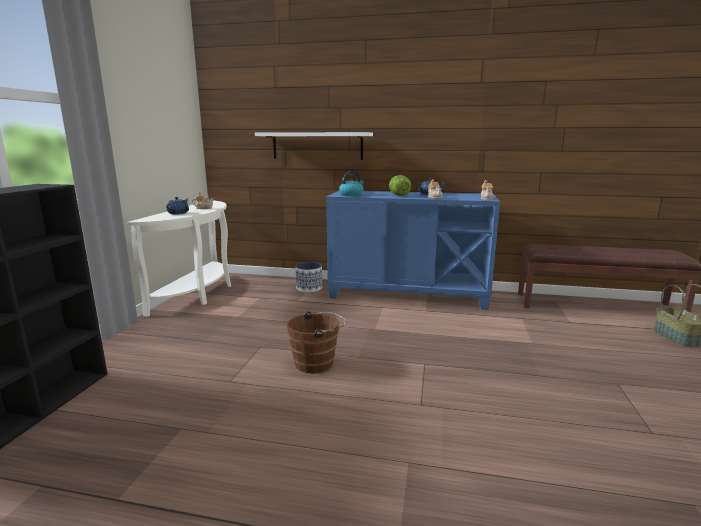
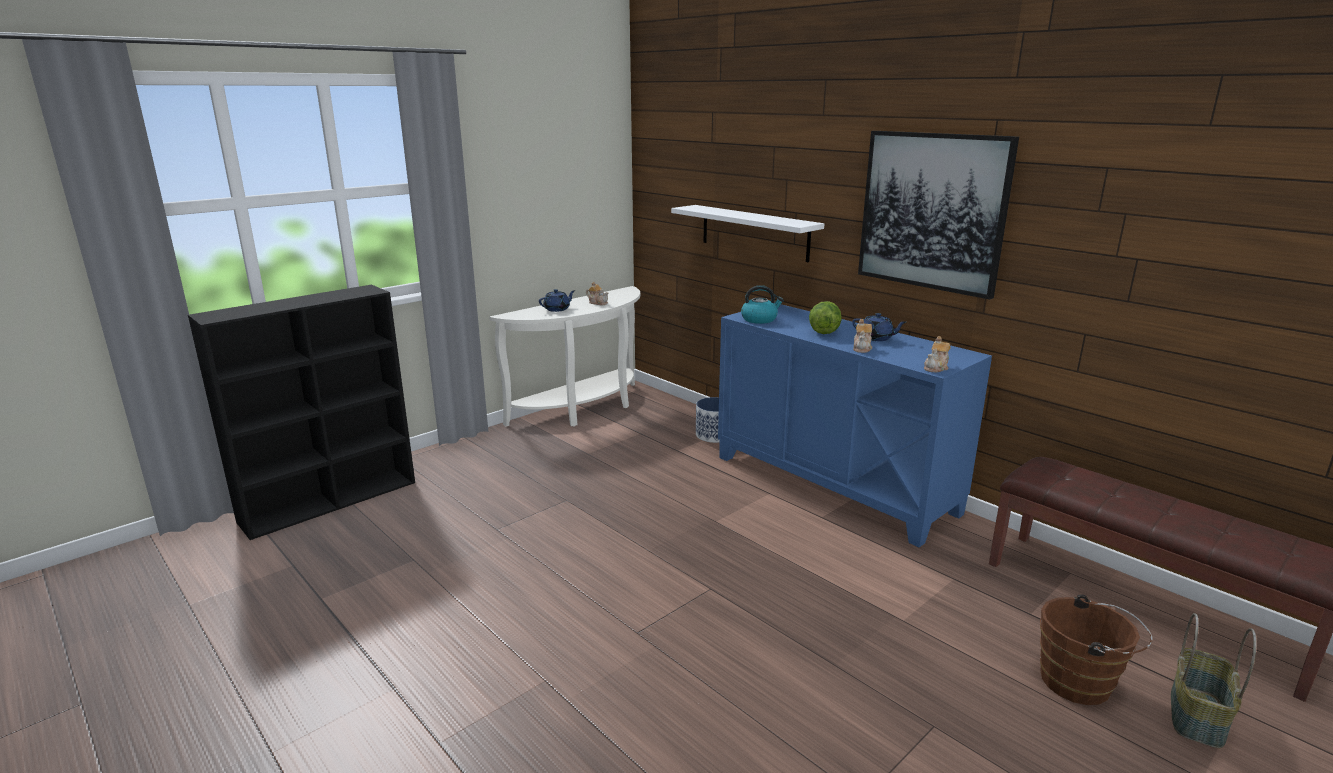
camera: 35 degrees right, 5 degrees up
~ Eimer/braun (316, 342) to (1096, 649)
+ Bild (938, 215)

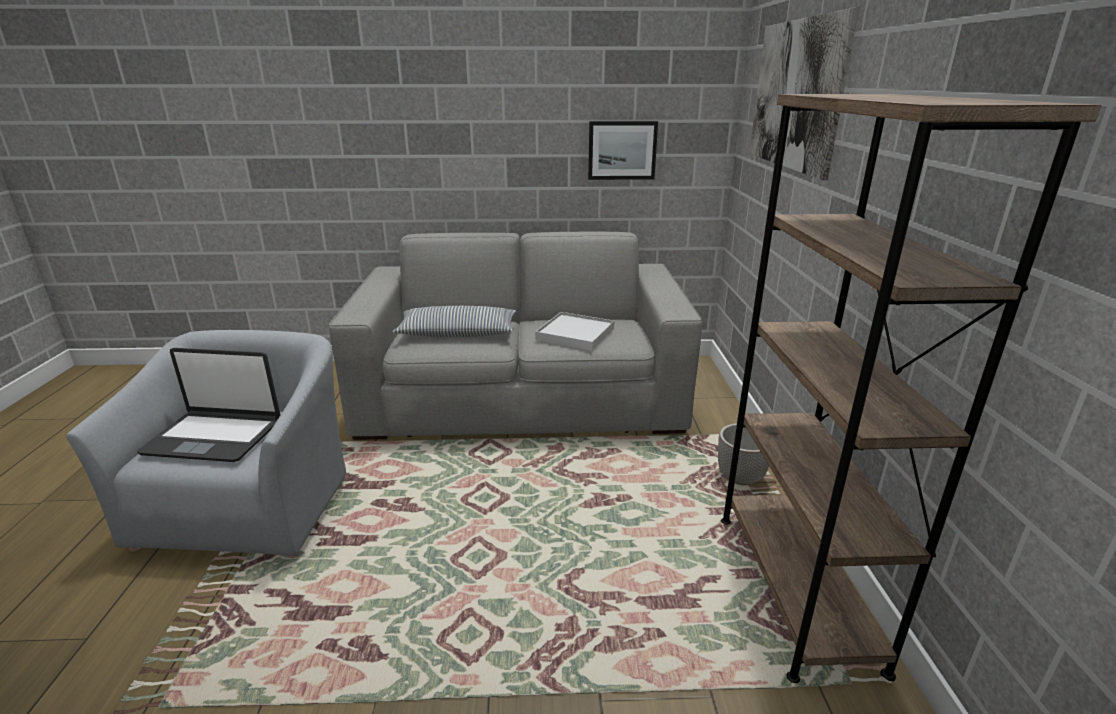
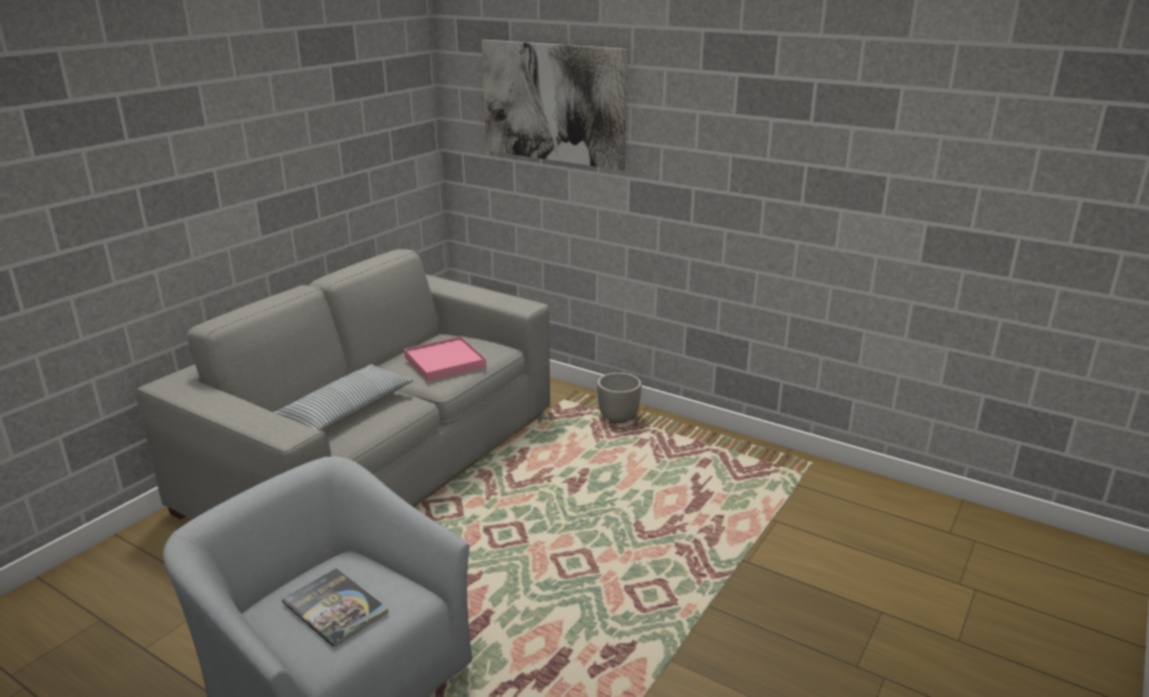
camera: 55 degrees left, 0 degrees up
- Bücherregal/braun (911, 388)
- Bild (623, 150)
~ Tablett/weiß (574, 331) to Tablett/rosa (445, 359)
~ Laptop (208, 405) to Buch (335, 608)

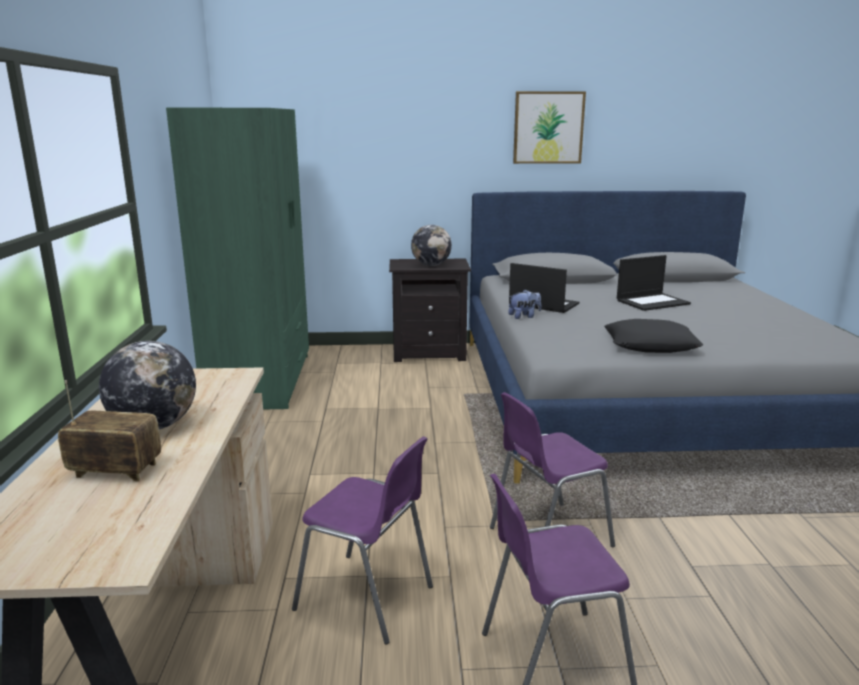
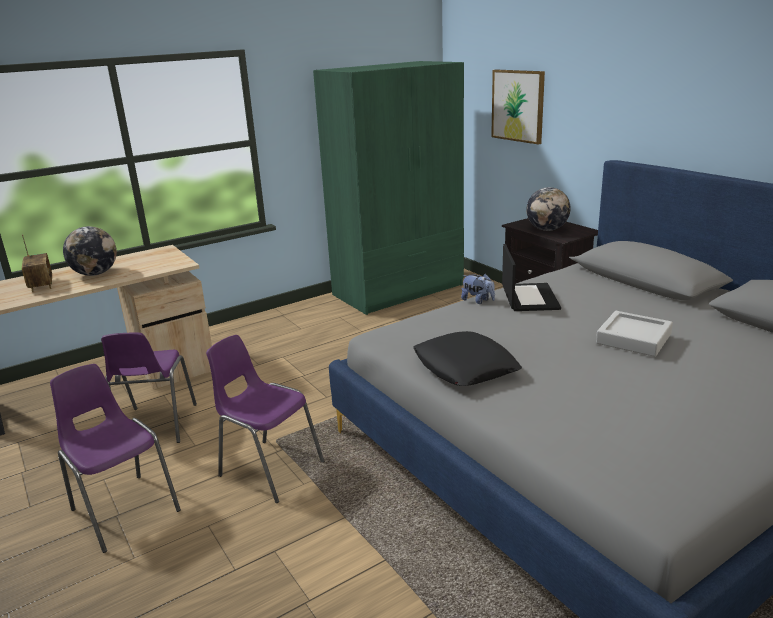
camera: 60 degrees right, 5 degrees up
~ Bild (549, 127) to (518, 107)
~ Laptop (654, 283) to Tablett/grau (634, 334)

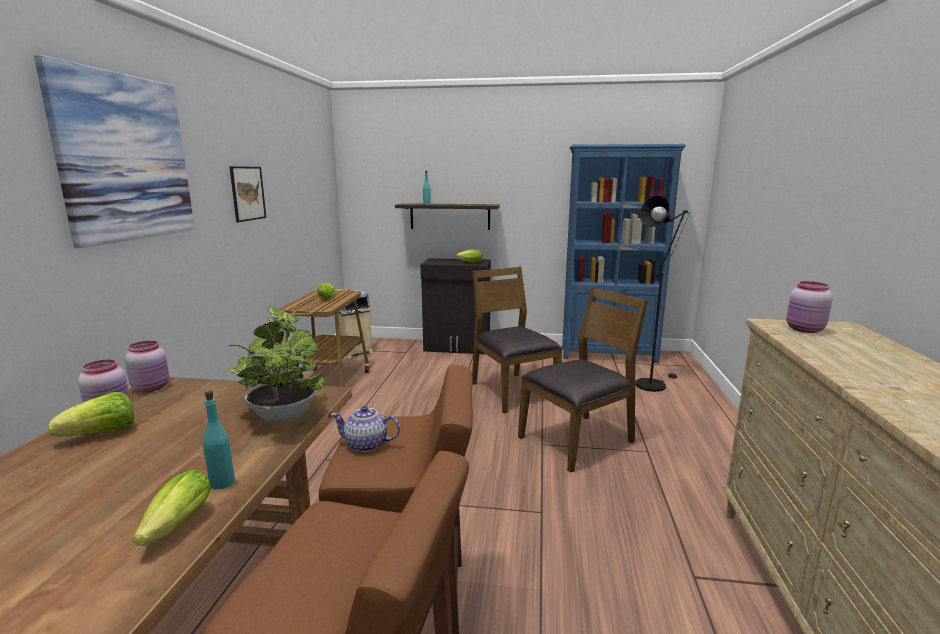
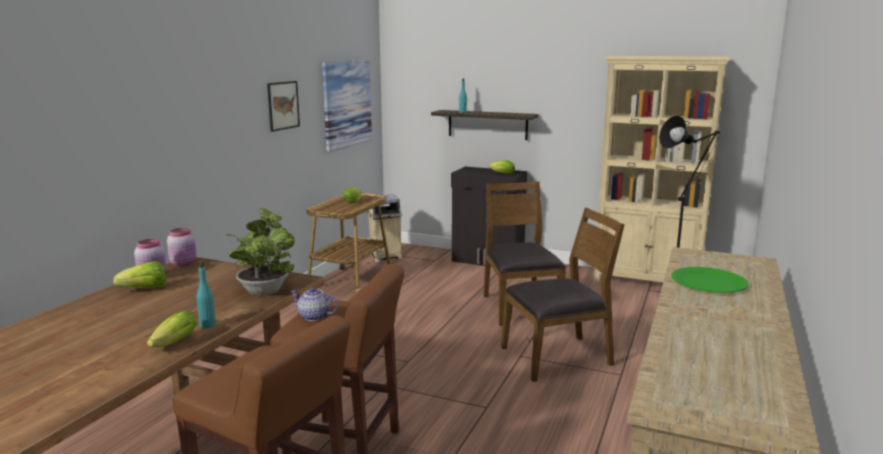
camera: 15 degrees right, 0 degrees up
~ Bild (114, 151) to (347, 106)
~ Bücherregal/blau (624, 253) to Bücherregal/beige (662, 169)
- Vorratsglas/rosa (809, 307)
+ Teller/grün (710, 280)

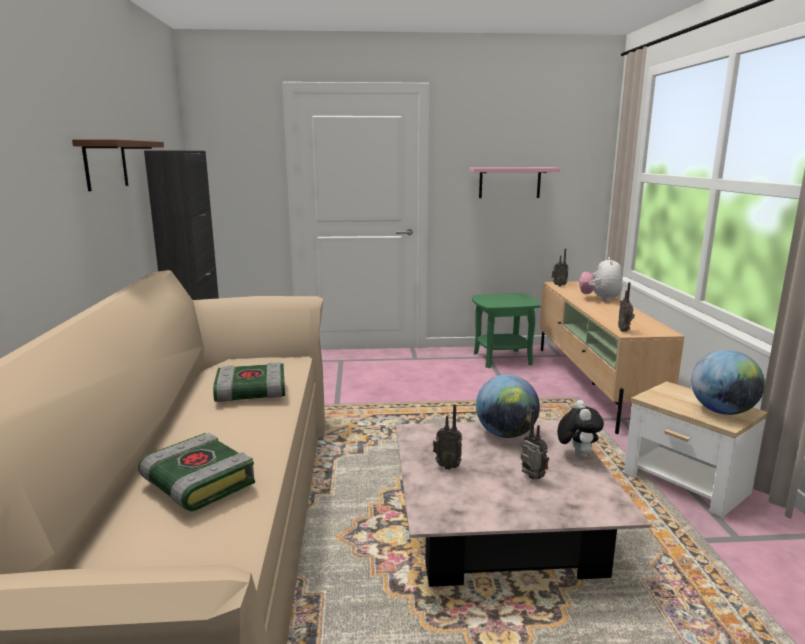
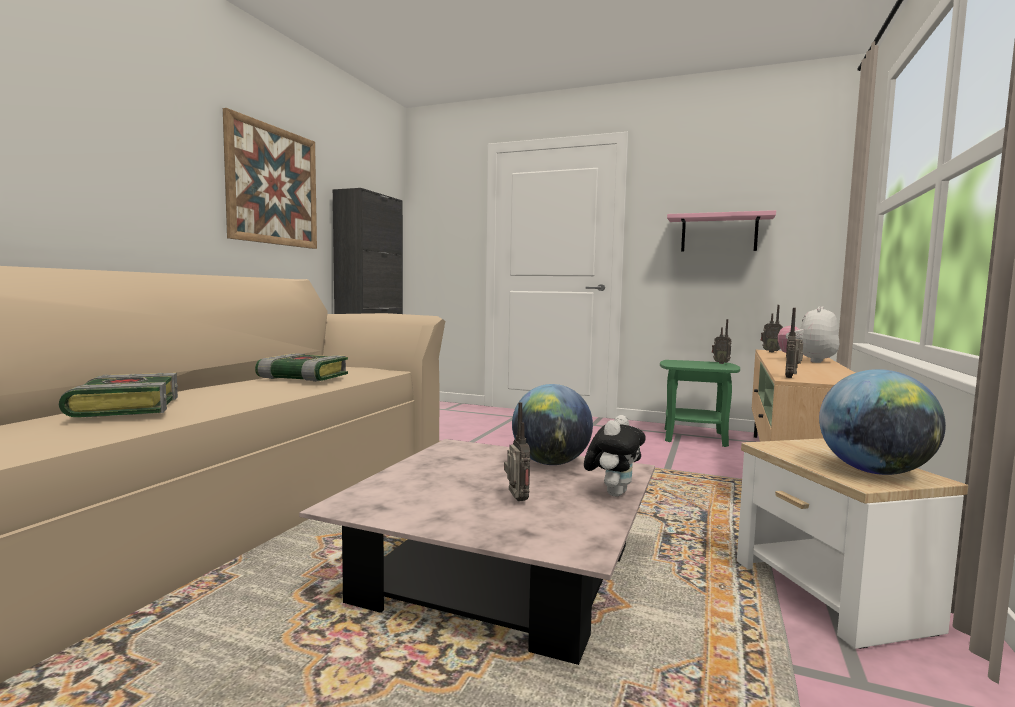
camera: 25 degrees right, 10 degrees down
~ Wandregal/braun (118, 165) to Bild (270, 178)
~ Radio (447, 437) to (722, 341)

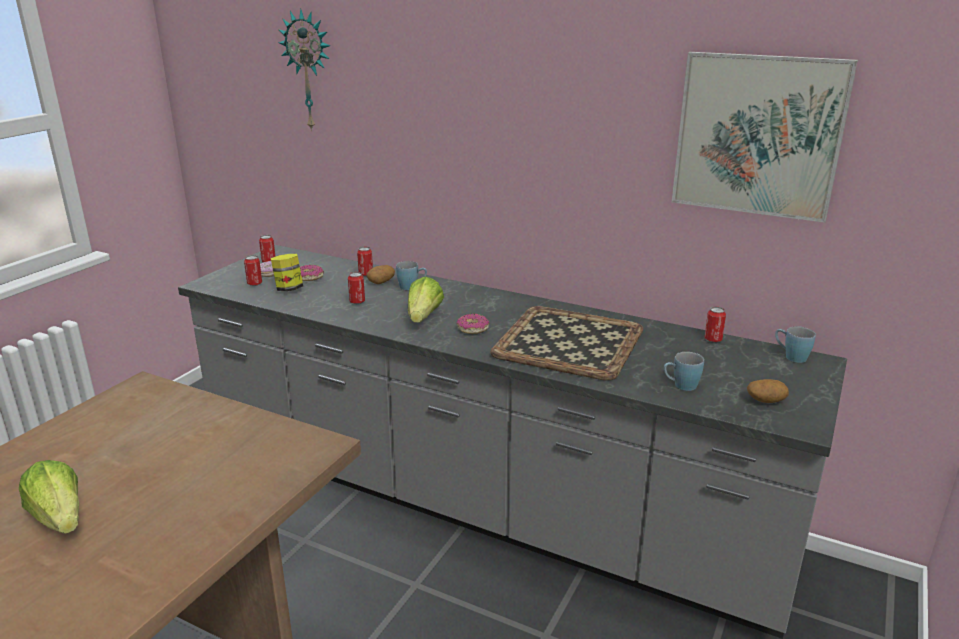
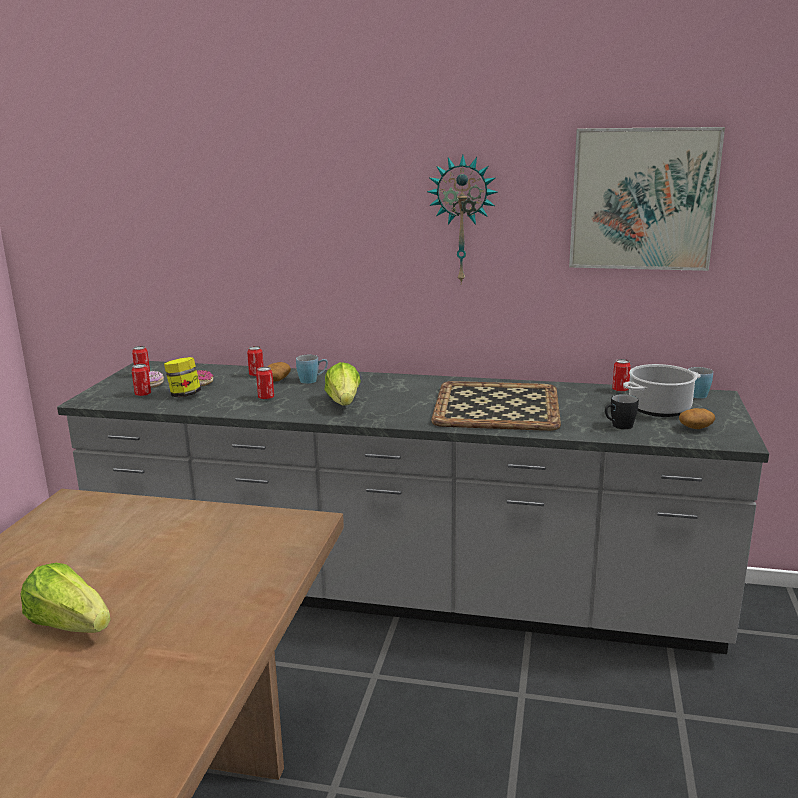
camera: 15 degrees left, 5 degrees down
~ Wanduhr (304, 70) to (462, 219)
- Donut (472, 324)
~ Henkelbecher/blau (684, 371) to Henkelbecher/schwarz (622, 411)
+ Kochtopf (661, 390)

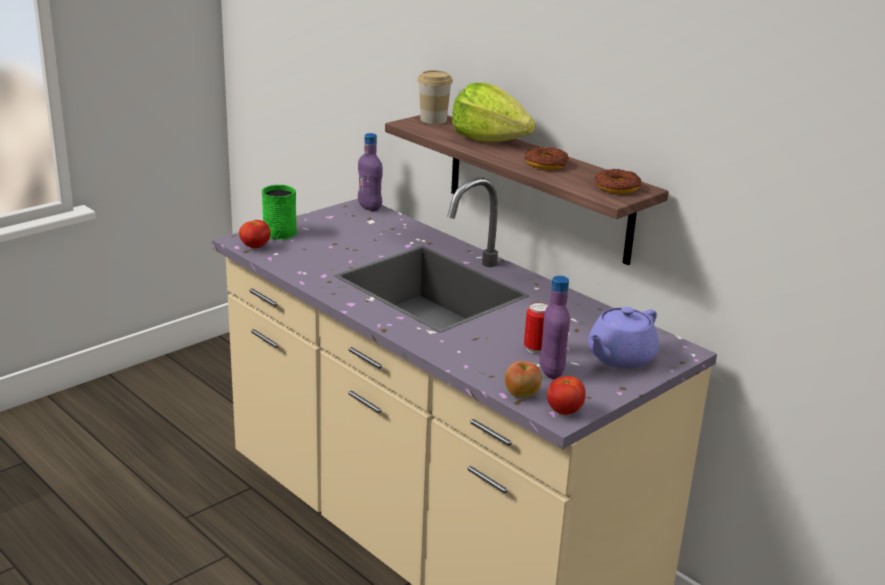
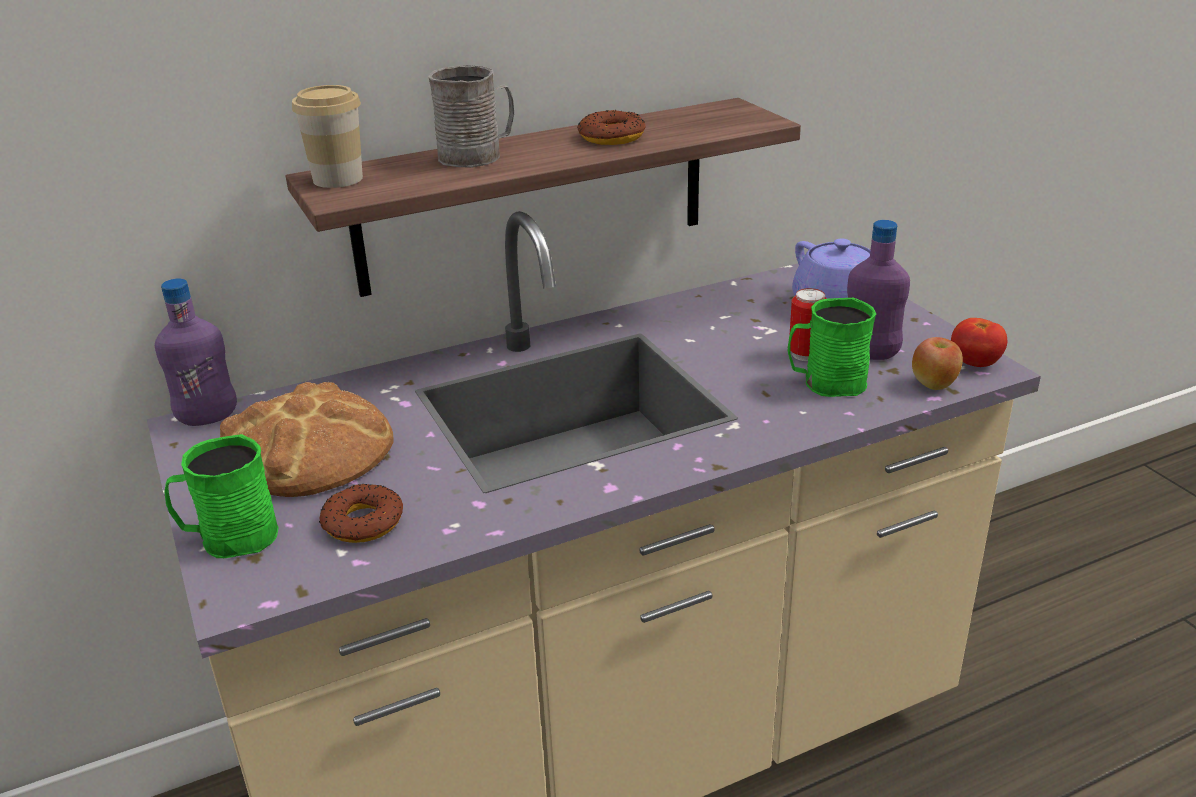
camera: 70 degrees left, 5 degrees up
~ Salatkopf (493, 112) to Henkelbecher/grau (471, 116)
~ Donut (618, 181) to (361, 513)
- Tomate (254, 234)
+ Henkelbecher/grün (832, 347)
+ Brot (307, 439)

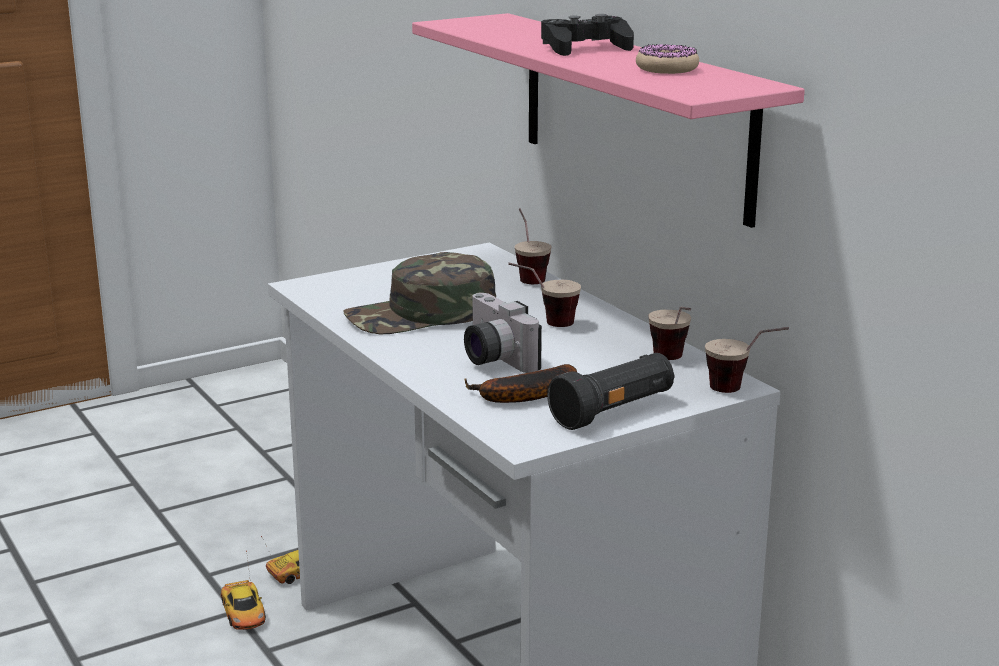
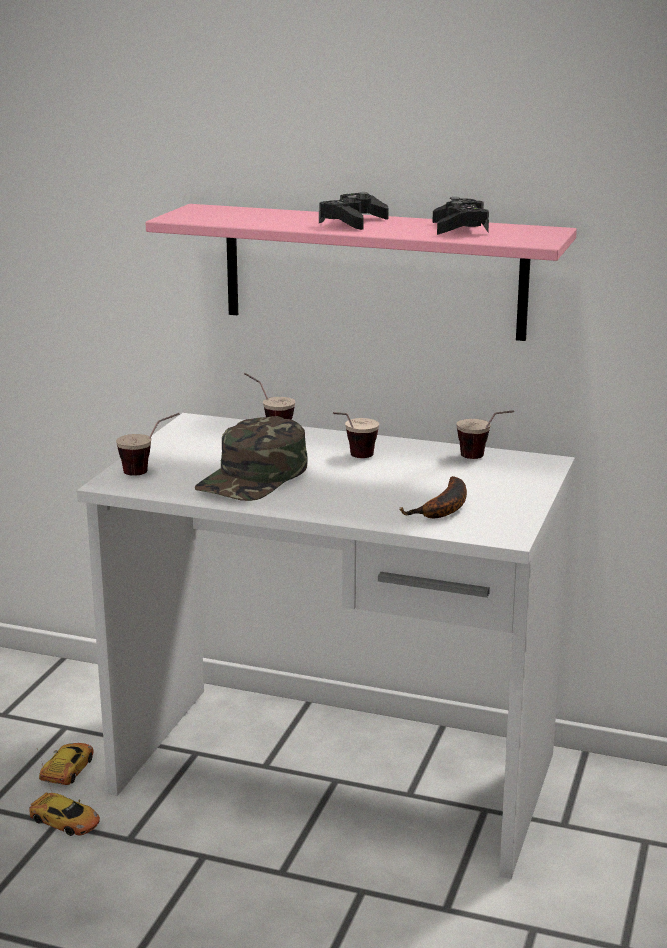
camera: 40 degrees left, 0 degrees up
~ Donut (667, 59) to Gamepad/schwarz (461, 216)
- Kamera (503, 333)
~ Tasse (747, 360) to (148, 444)
- Taschenlampe/schwarz (610, 391)

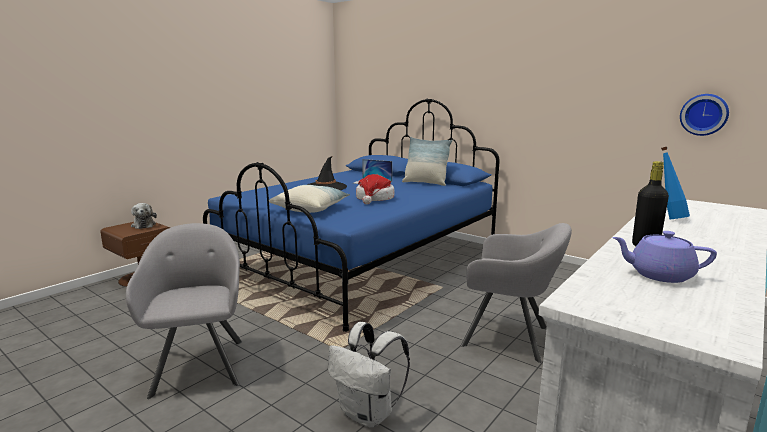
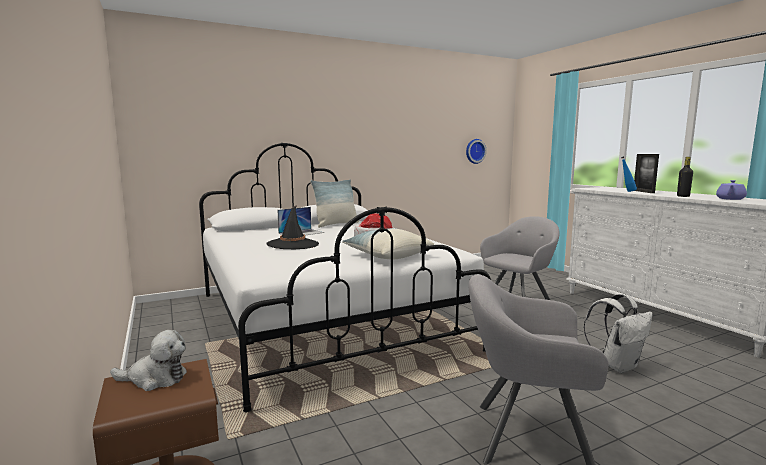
camera: 65 degrees left, 5 degrees down
~ Bett/blau (351, 215) to Bett/weiß (345, 277)
+ Bilderrahmen (646, 173)

